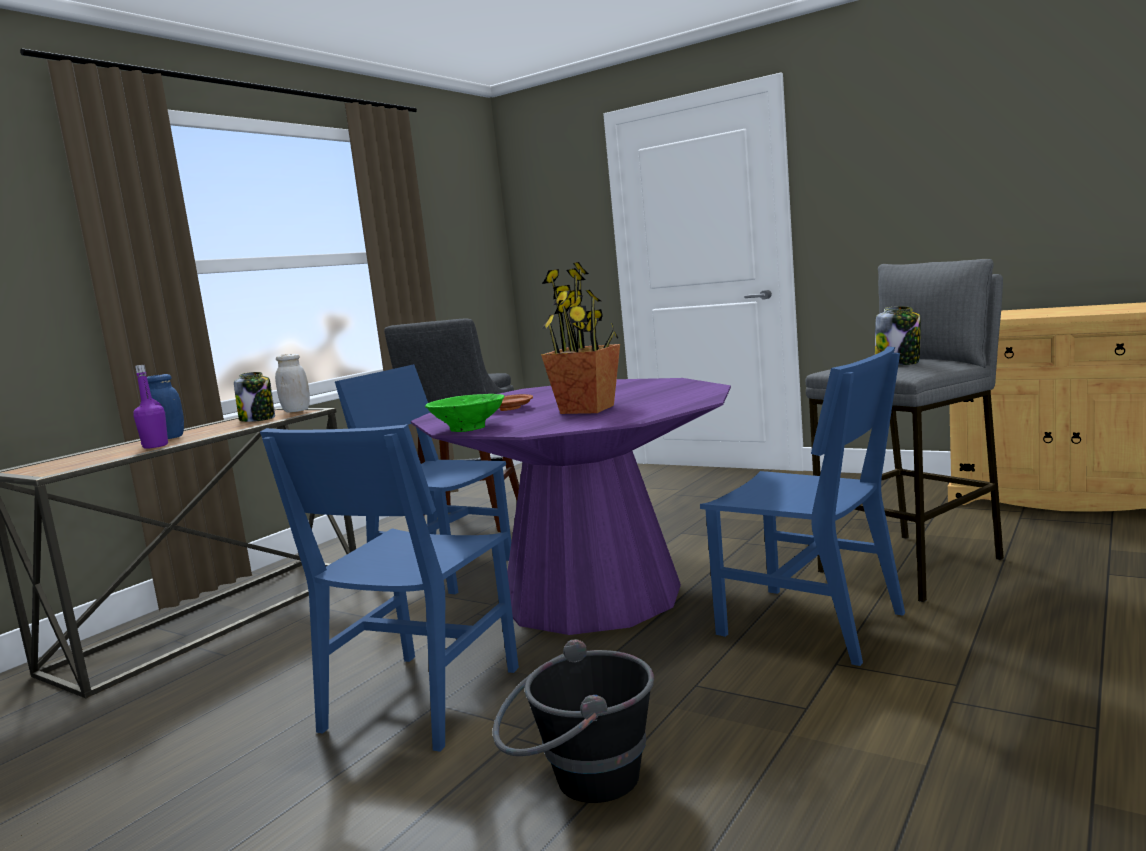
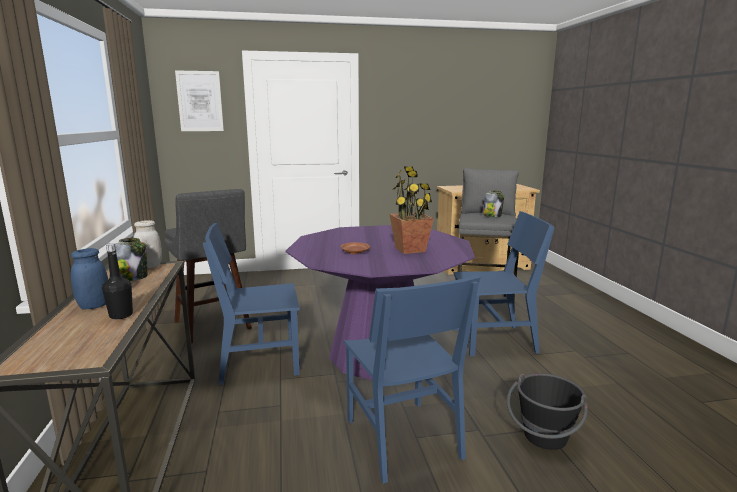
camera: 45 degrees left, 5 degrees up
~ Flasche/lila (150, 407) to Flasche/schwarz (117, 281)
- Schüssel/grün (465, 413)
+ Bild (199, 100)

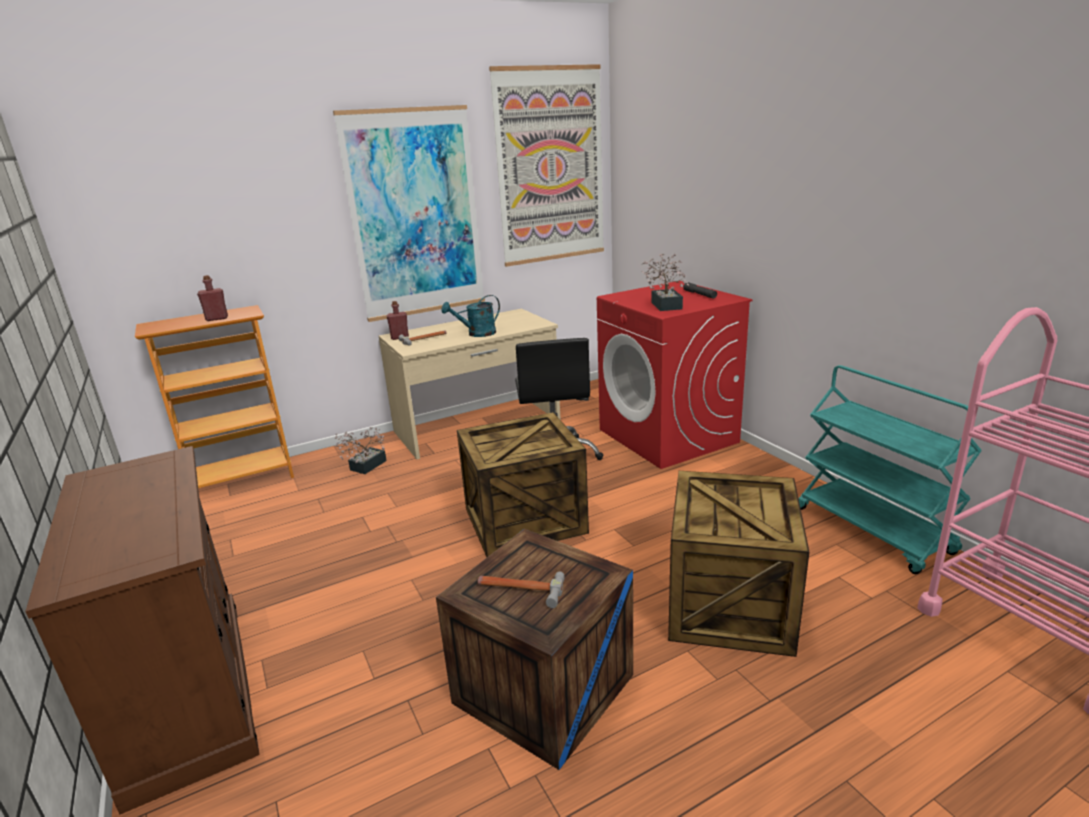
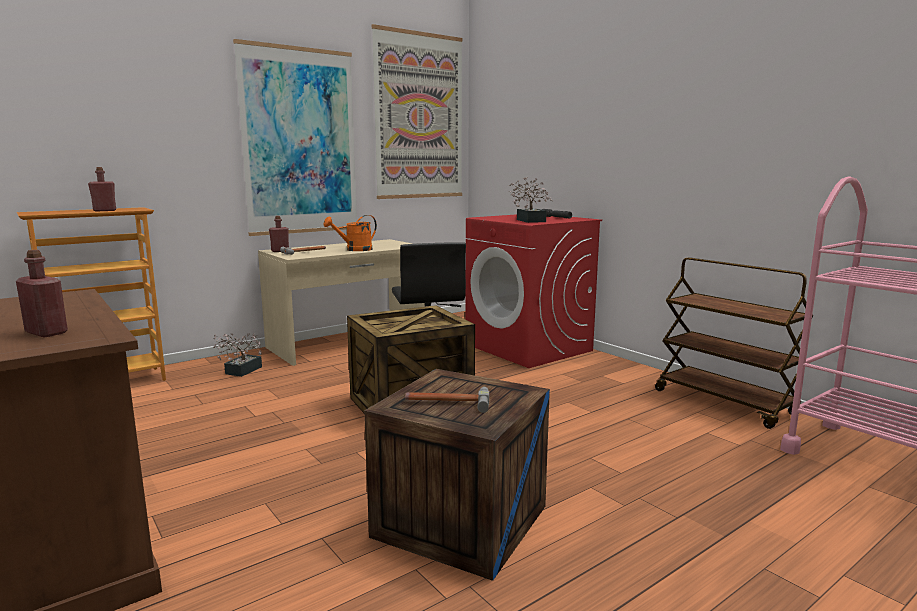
camera: 10 degrees left, 10 degrees down
~ Gießkanne/türkis (470, 316) to Gießkanne/orange (350, 233)
~ Rollwagen/türkis (890, 469) to Rollwagen/braun (734, 343)
- Kiste (738, 564)
+ Flasche/rot (42, 293)

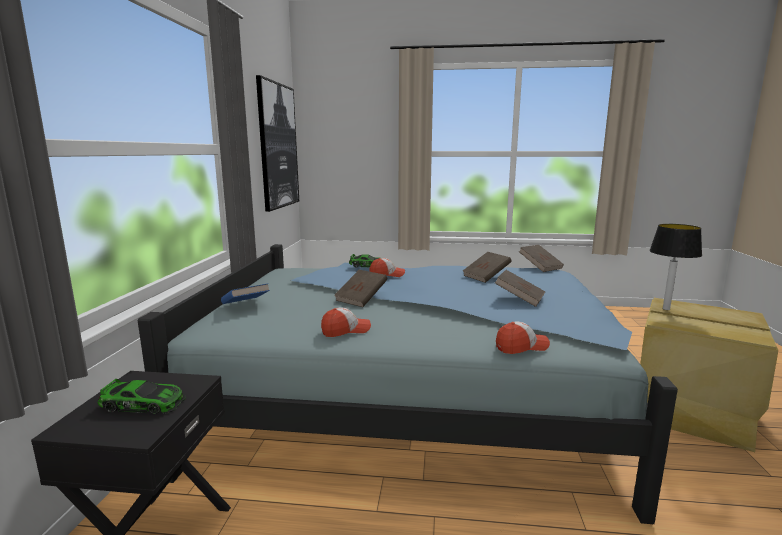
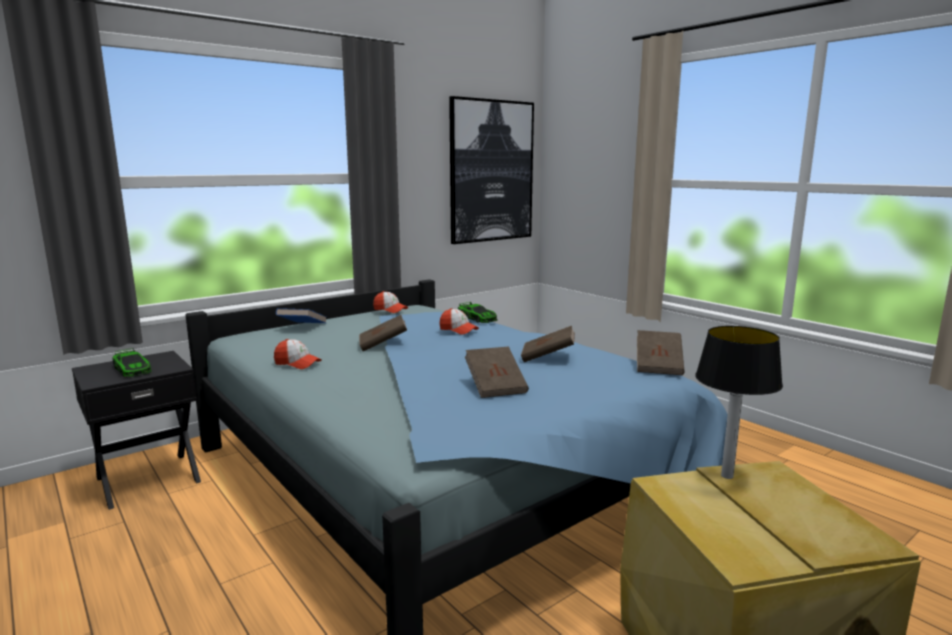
camera: 45 degrees right, 0 degrees up
~ Kappe (523, 337) to (390, 302)

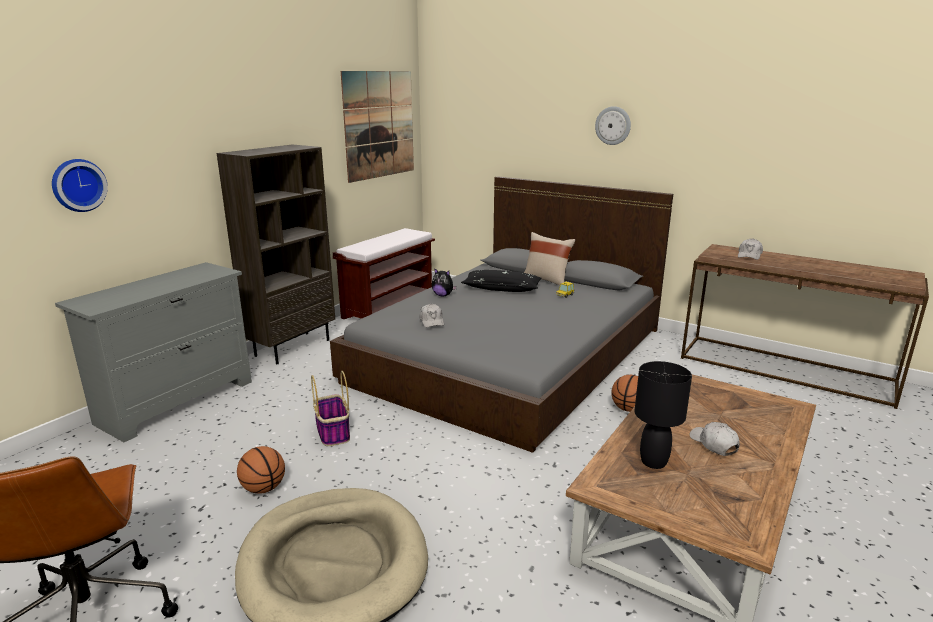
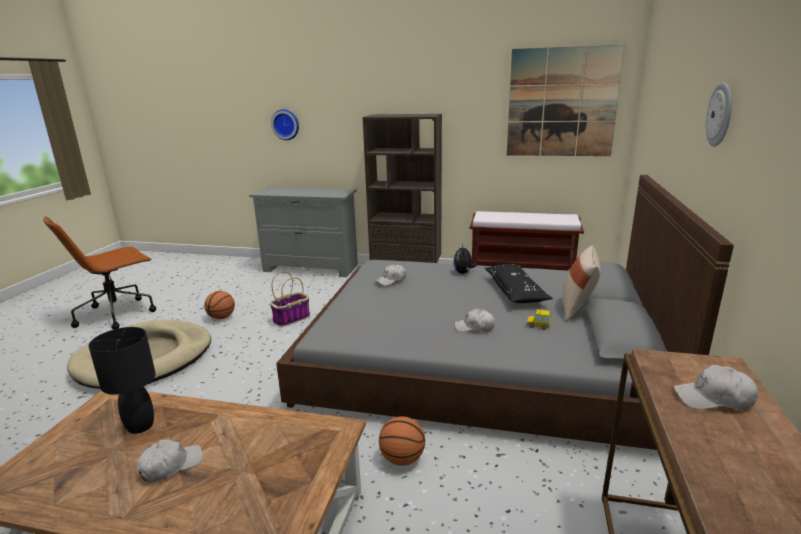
camera: 70 degrees right, 0 degrees up
+ Kappe/weiß (474, 320)

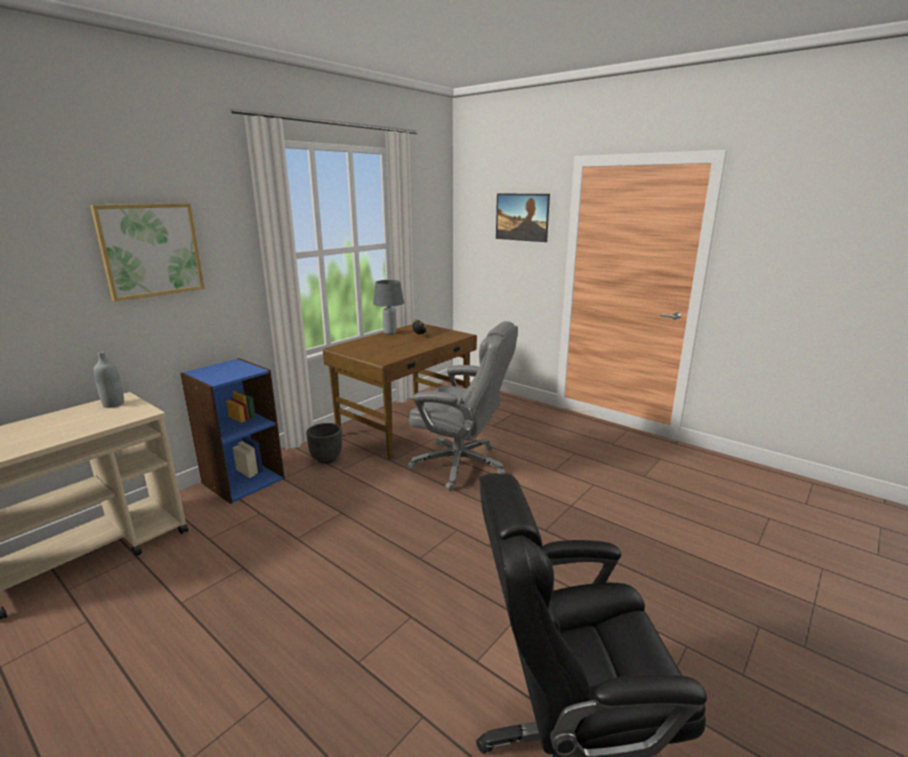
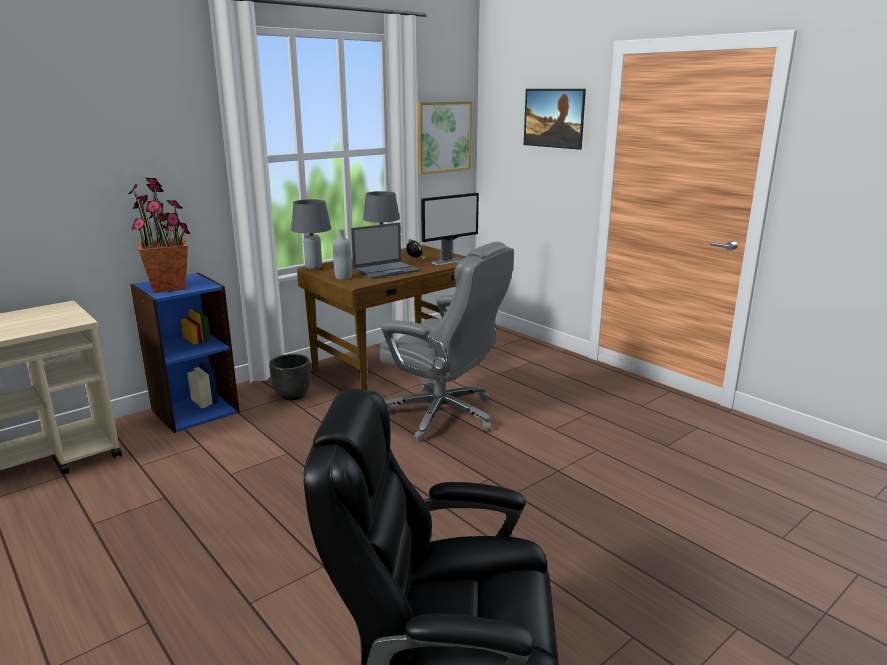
camera: 10 degrees right, 0 degrees up
~ Bild (147, 252) to (444, 138)
~ Flasche/grau (109, 380) to (342, 254)
+ Topfpflanze (159, 235)
+ Monitor (450, 229)
+ Tischlampe/grau (311, 234)
+ Laptop (385, 251)

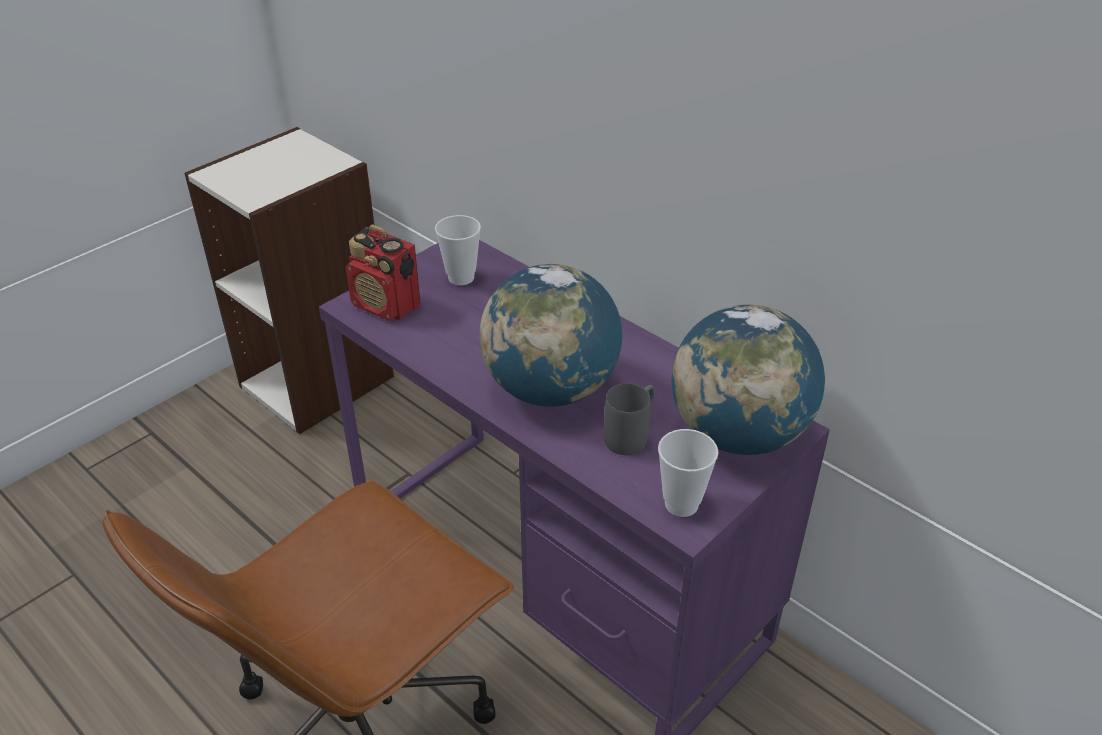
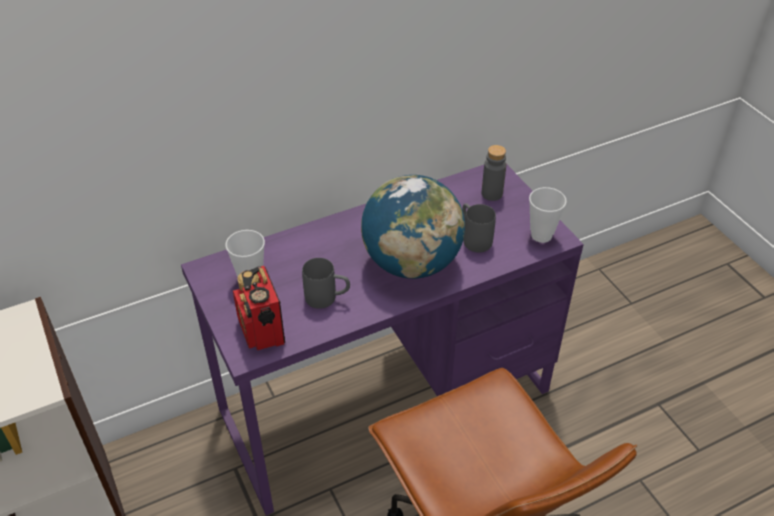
camera: 70 degrees left, 5 degrees up
~ Radio (383, 273) = (259, 308) 105 degrees clockwise
~ Globus (748, 379) to Flasche/grau (494, 173)
+ Henkelbecher/grau (326, 283)

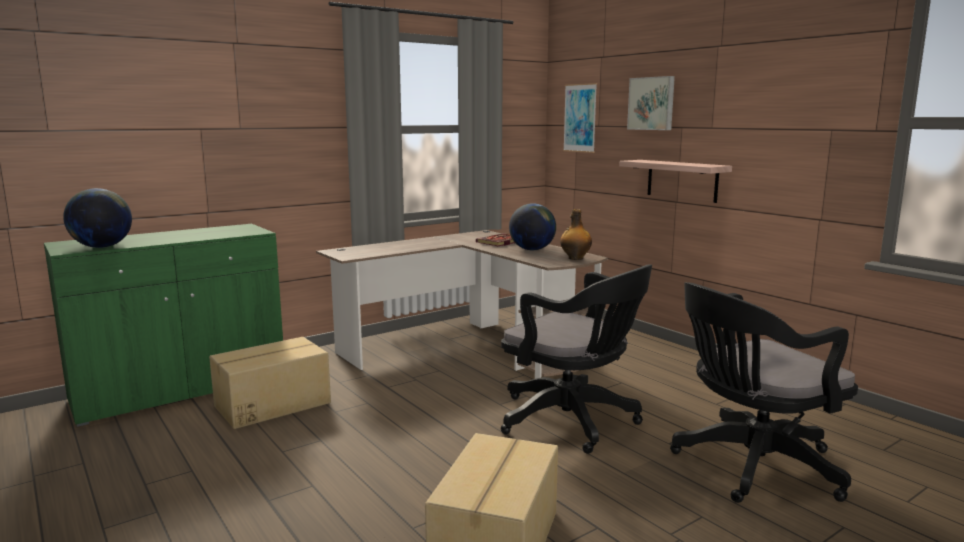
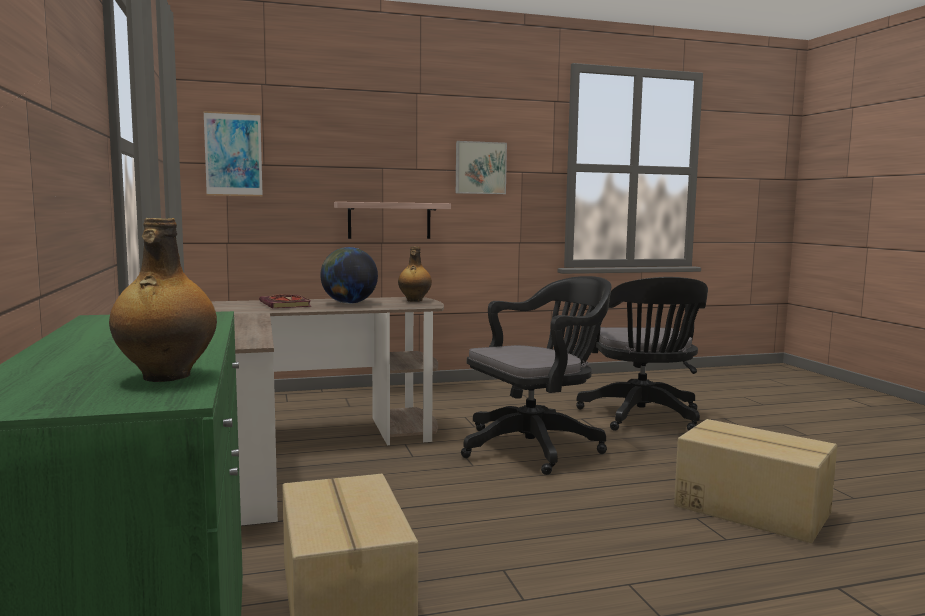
camera: 70 degrees left, 5 degrees down
~ Bild (651, 103) to (481, 167)
~ Globus (97, 218) to Flasche (163, 299)

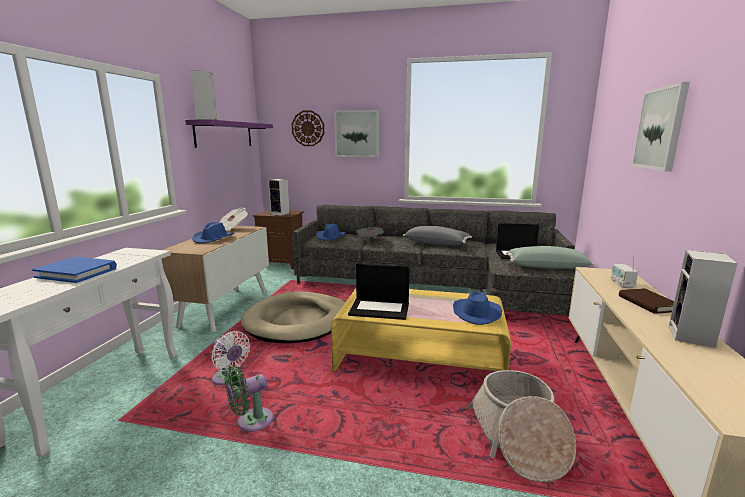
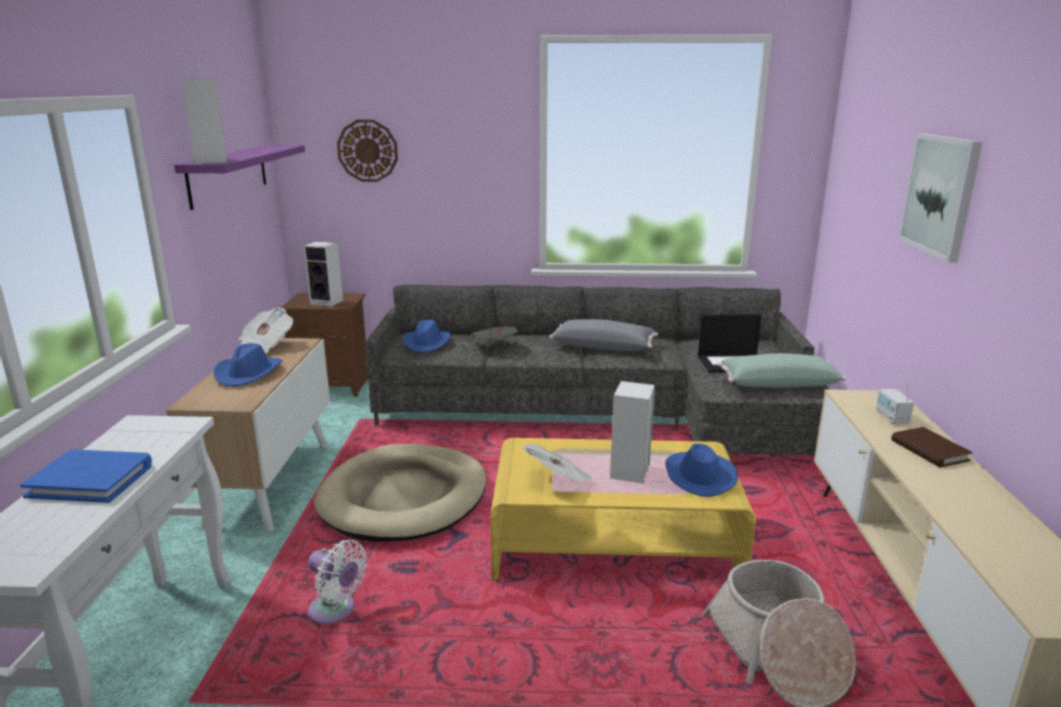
camera: 10 degrees left, 5 degrees up
- Bild (356, 133)
~ Lautsprecher (703, 299) to (632, 432)
~ Laptop (379, 292) to Zeitung (559, 463)
- Ventilator/grün (248, 399)

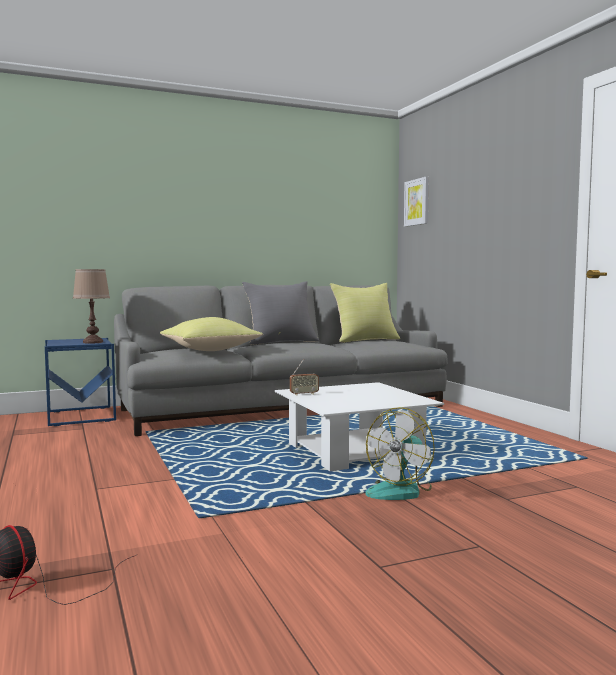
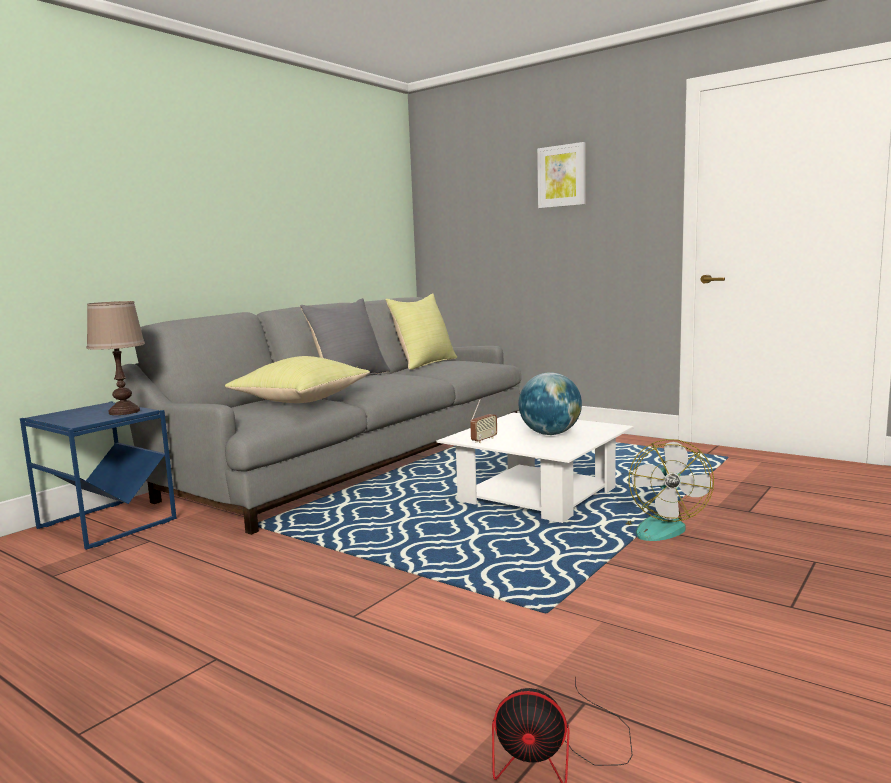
camera: 30 degrees left, 5 degrees up
~ Bild (416, 201) to (561, 175)
+ Globus (550, 403)

